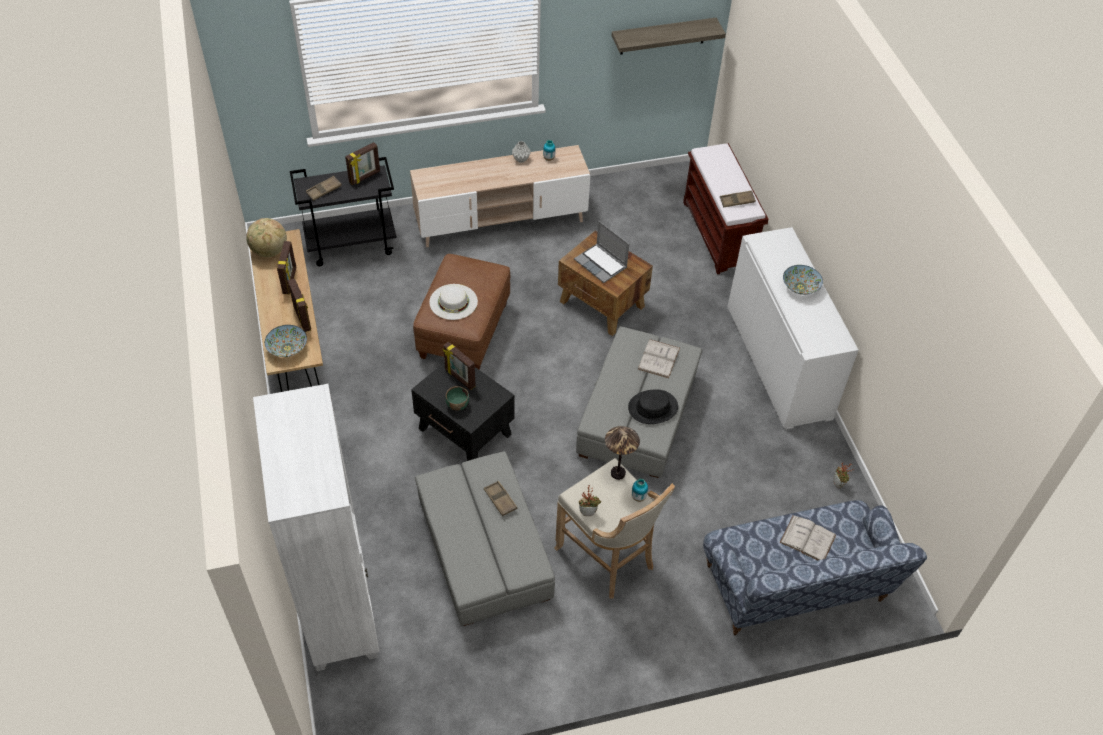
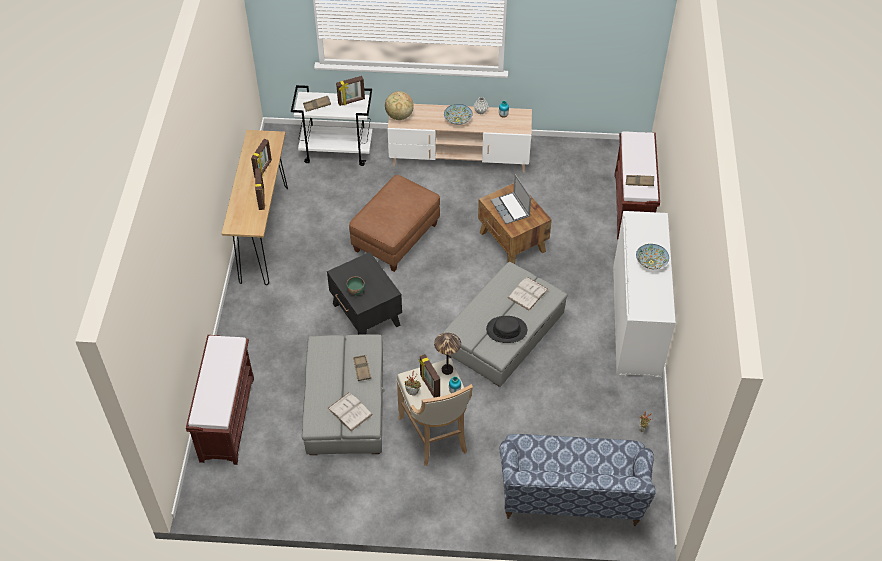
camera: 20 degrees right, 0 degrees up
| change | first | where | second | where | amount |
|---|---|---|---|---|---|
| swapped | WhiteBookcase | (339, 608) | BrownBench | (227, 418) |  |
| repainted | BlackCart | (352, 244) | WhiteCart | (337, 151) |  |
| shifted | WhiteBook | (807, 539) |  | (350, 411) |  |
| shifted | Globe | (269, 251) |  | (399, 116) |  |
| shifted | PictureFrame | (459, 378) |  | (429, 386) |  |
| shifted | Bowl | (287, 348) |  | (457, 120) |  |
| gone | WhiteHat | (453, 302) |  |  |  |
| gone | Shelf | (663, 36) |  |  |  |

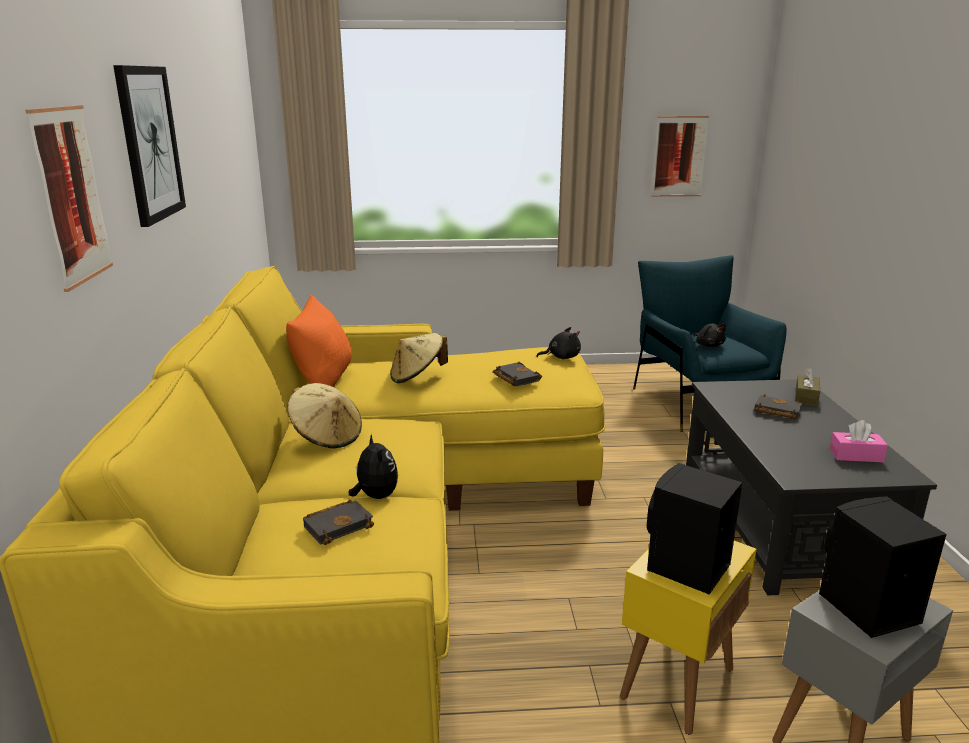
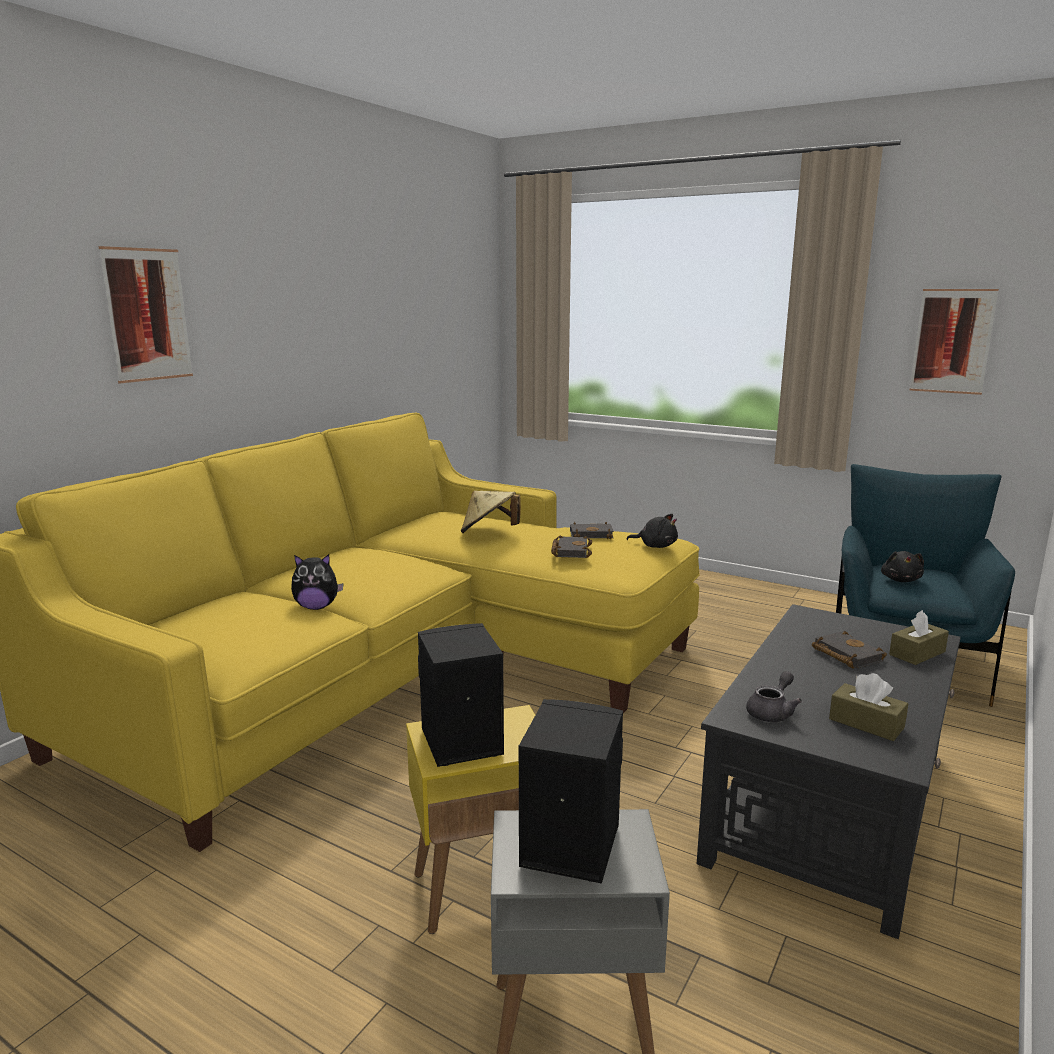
camera: 35 degrees right, 5 degrees down
| change | first | where | second | where | amount |
|---|---|---|---|---|---|
| rotated | PlushToy | (375, 496) |  | (317, 607) | 75 degrees clockwise |
| shifted | BlackBook | (339, 525) |  | (592, 534) |  |
| new |  |  | GreyTeapot | (772, 712) |  |
| repainted | PinkTissueBox | (856, 455) | BrownTissueBox | (866, 723) |  |
| gone | Picture | (149, 143) |  |  |  |
| gone | OrangePillow | (323, 380) |  |  |  |
| gone | BeigeHat | (327, 437) |  |  |  |

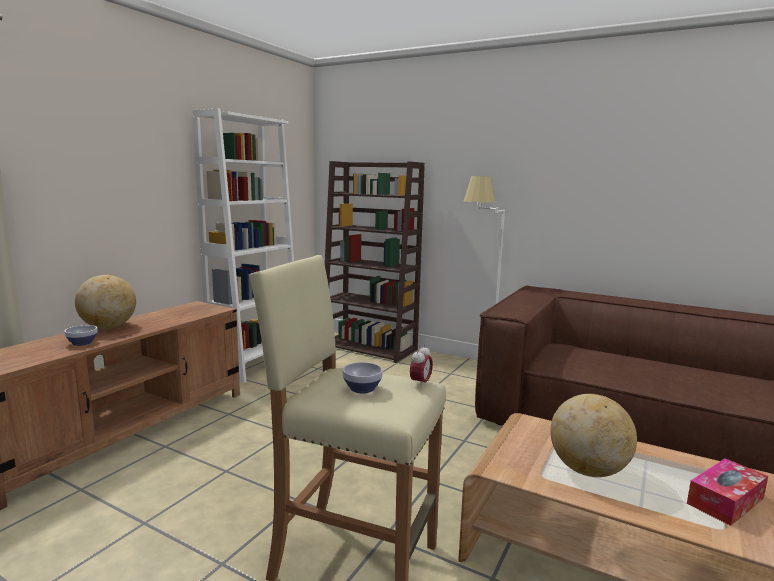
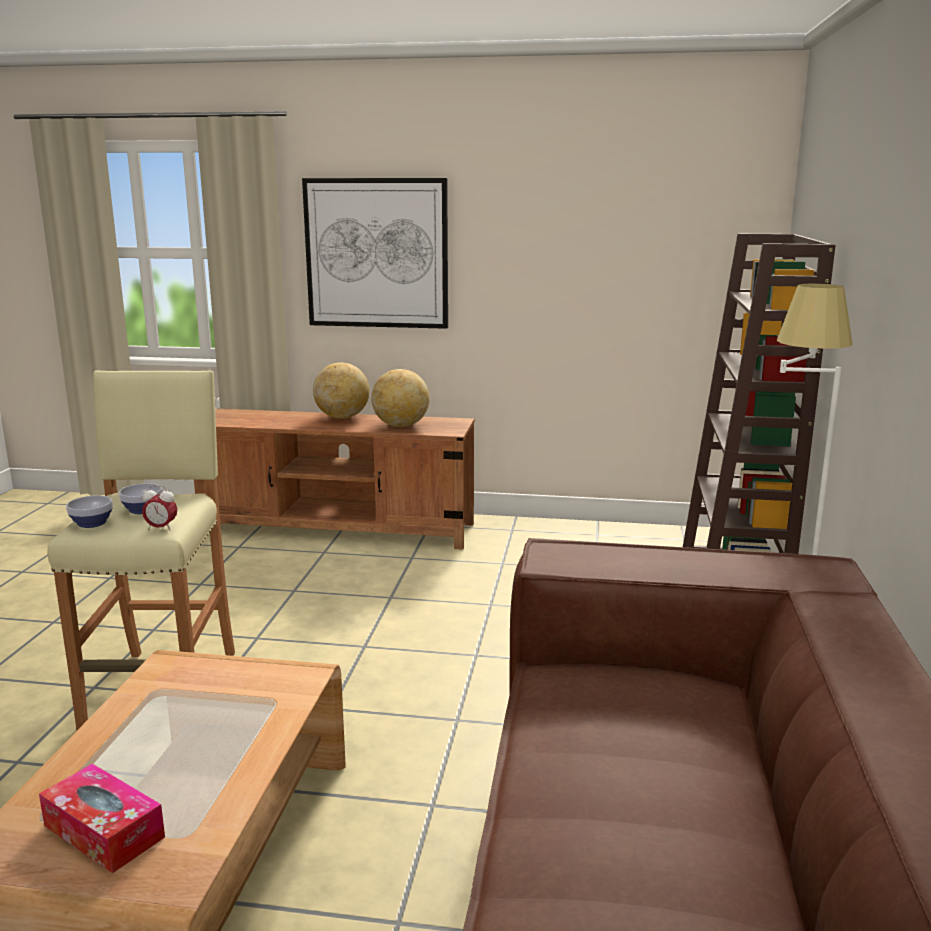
camera: 70 degrees right, 5 degrees up
| change | first | where | second | where | amount |
|---|---|---|---|---|---|
| shifted | Bowl | (81, 343) |  | (92, 523) |  |
| new |  |  | Picture | (376, 253) |  |
| shifted | Globe | (588, 470) |  | (401, 426) |  |
| gone | WhiteBookcase | (256, 364) |  |  |  |

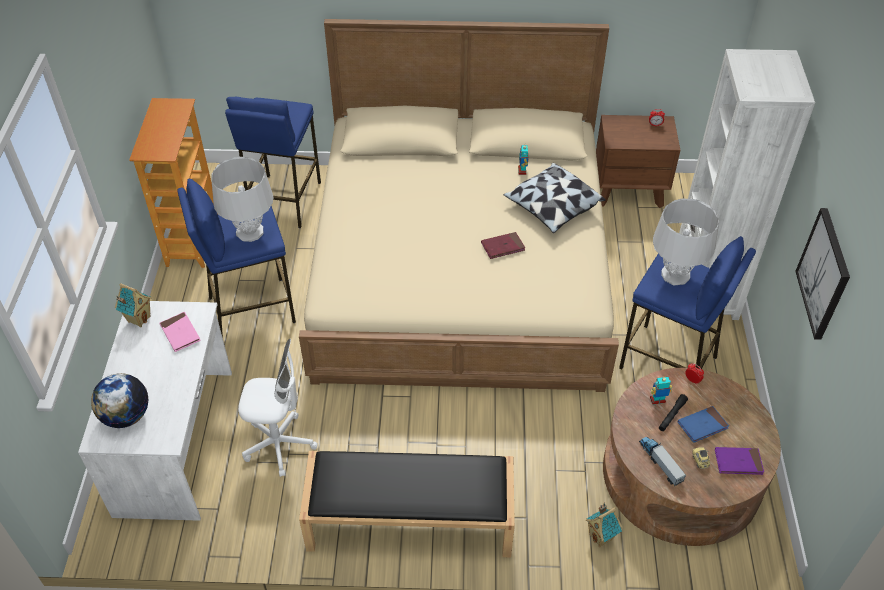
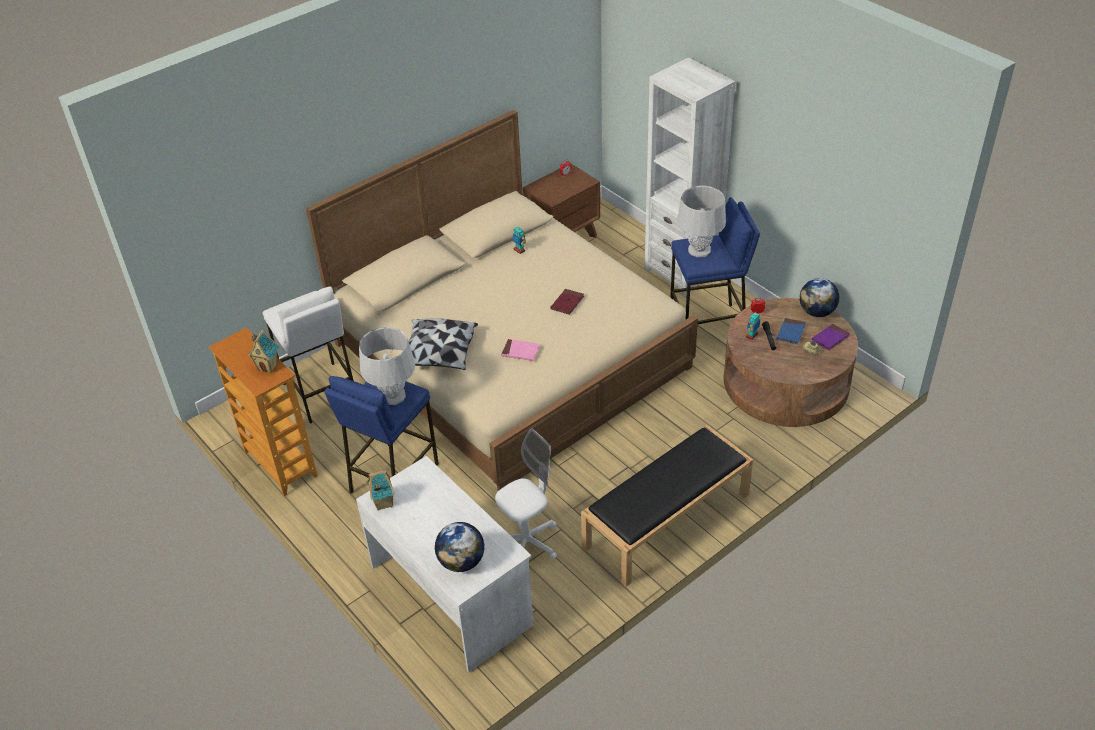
camera: 40 degrees left, 5 degrees down
| change | first | where | second | where | amount |
|---|---|---|---|---|---|
| shifted | ToyHouse | (601, 537) |  | (268, 367) |  |
| repainted | BlueStool | (284, 201) | WhiteStool | (321, 393) |  |
| shifted | Pillow | (552, 207) |  | (440, 354) |  |
| shifted | PinkBook | (180, 333) |  | (520, 351) |  |
| new |  |  | Globe | (816, 312) |  |
| gone | ToyTruck | (660, 463) |  |  |  |
| gone | Picture | (824, 274) |  |  |  |

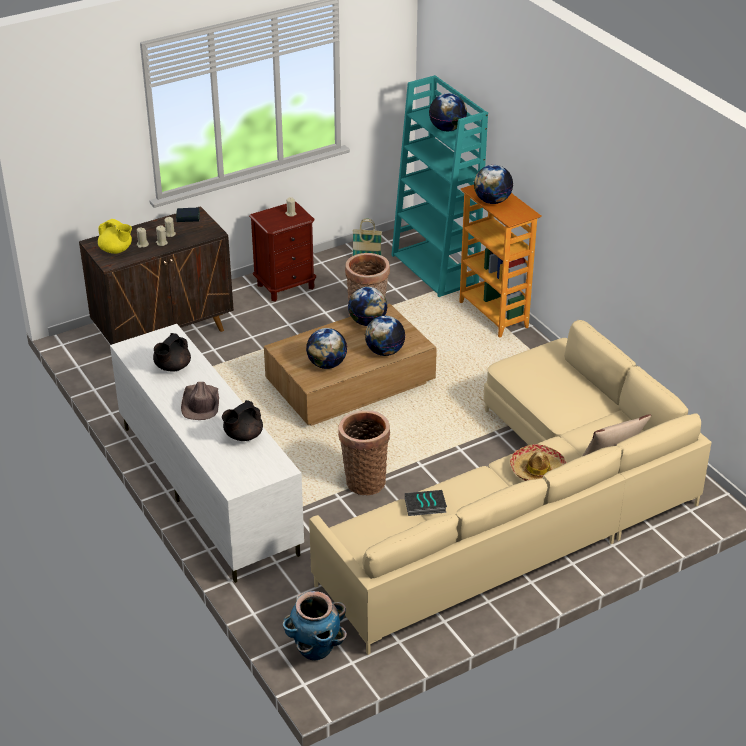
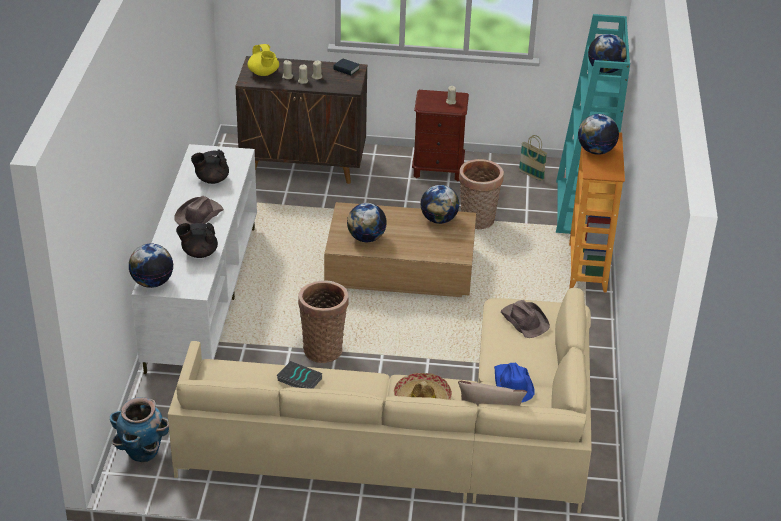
camera: 35 degrees right, 0 degrees up
| change | first | where | second | where | amount |
|---|---|---|---|---|---|
| shifted | Globe | (384, 351) |  | (152, 282) |  |
| new |  |  | BlueHat | (512, 385) |  |
| new |  |  | BrownHat | (524, 320) |  |

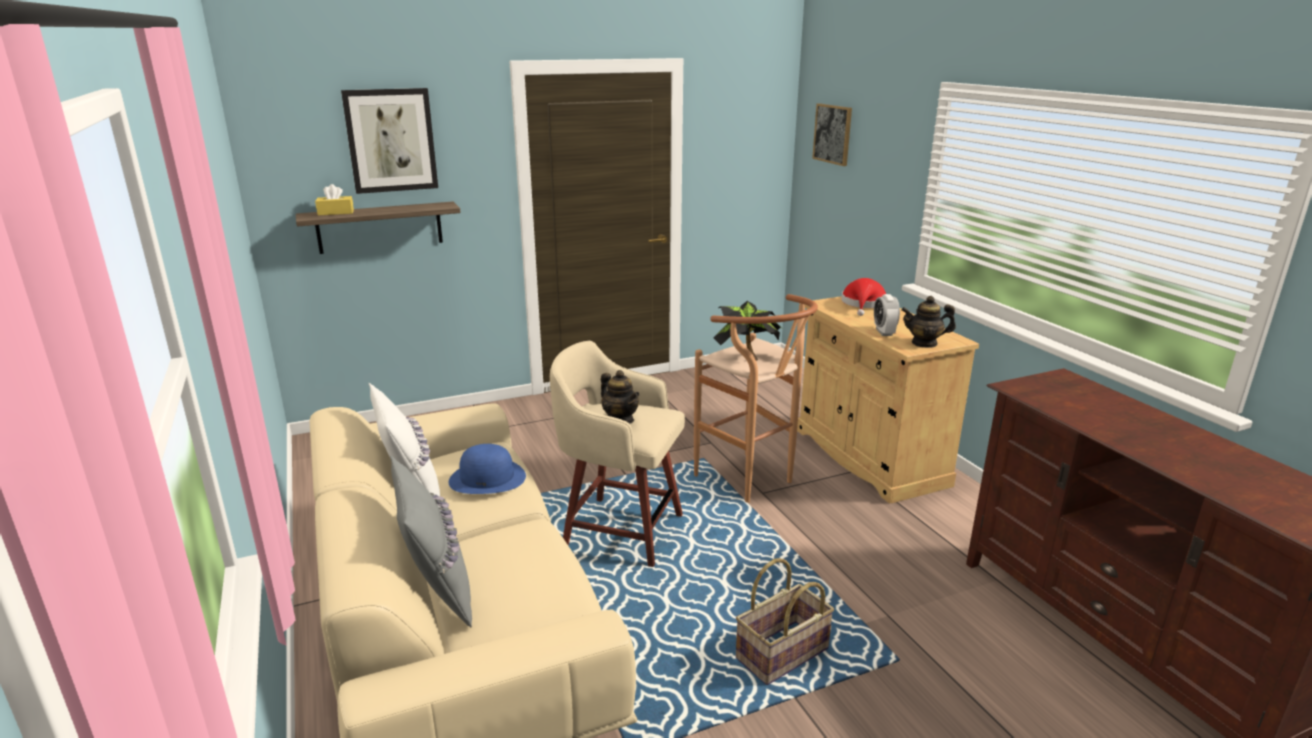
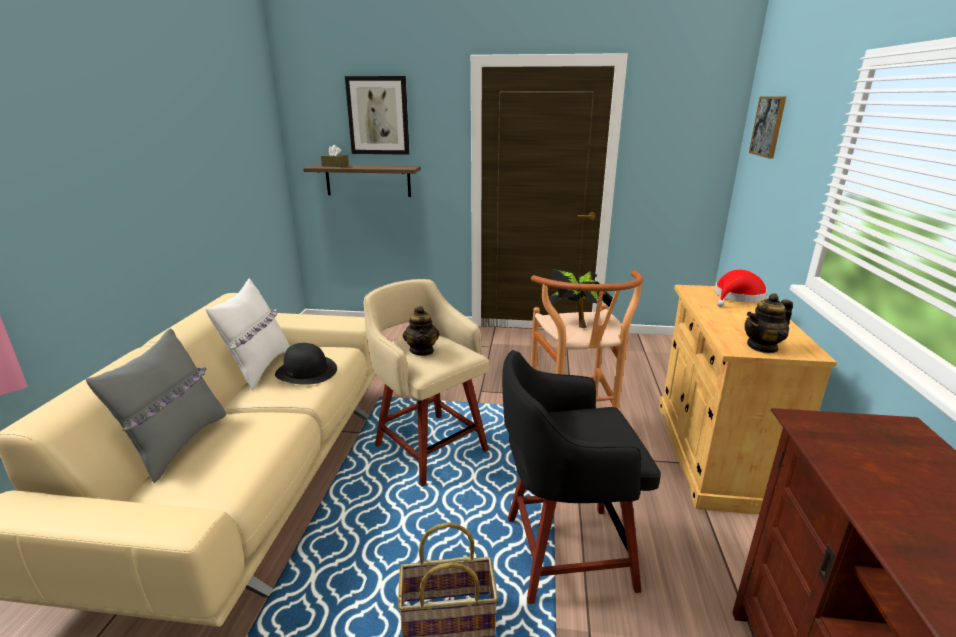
camera: 30 degrees right, 0 degrees up
| change | first | where | second | where | amount |
|---|---|---|---|---|---|
| repainted | BlueHat | (487, 478) | BlackHat | (306, 371) |  |
| repainted | YellowTissueBox | (336, 212) | BrownTissueBox | (335, 166) |  |
| new |  |  | BlackStool | (563, 552) |  |
| rotated | Teapot | (924, 343) |  | (762, 347) | 60 degrees counterclockwise |
| gone | AlarmClock | (884, 332) |  |  |  |

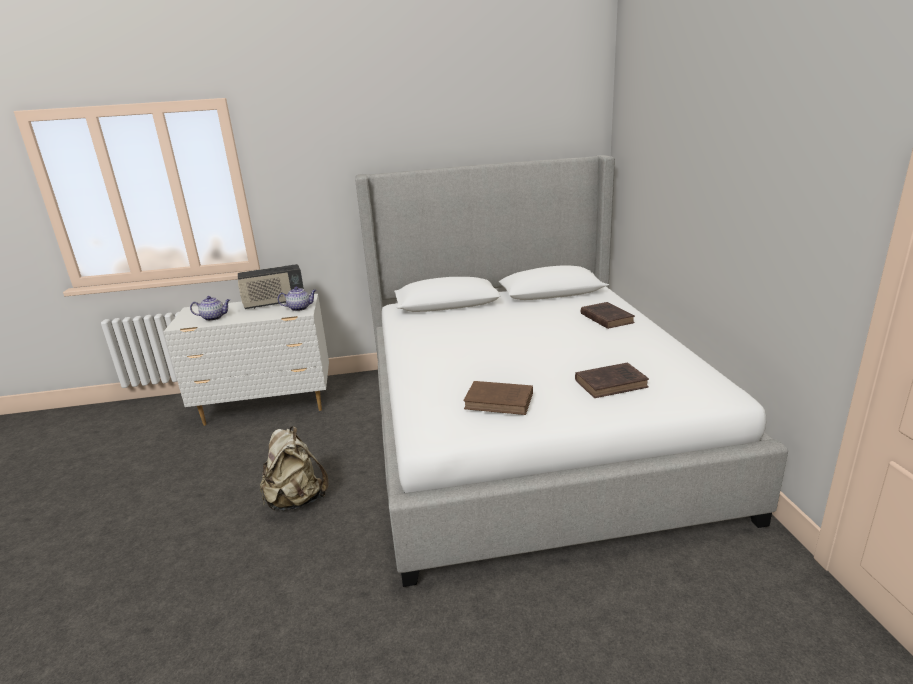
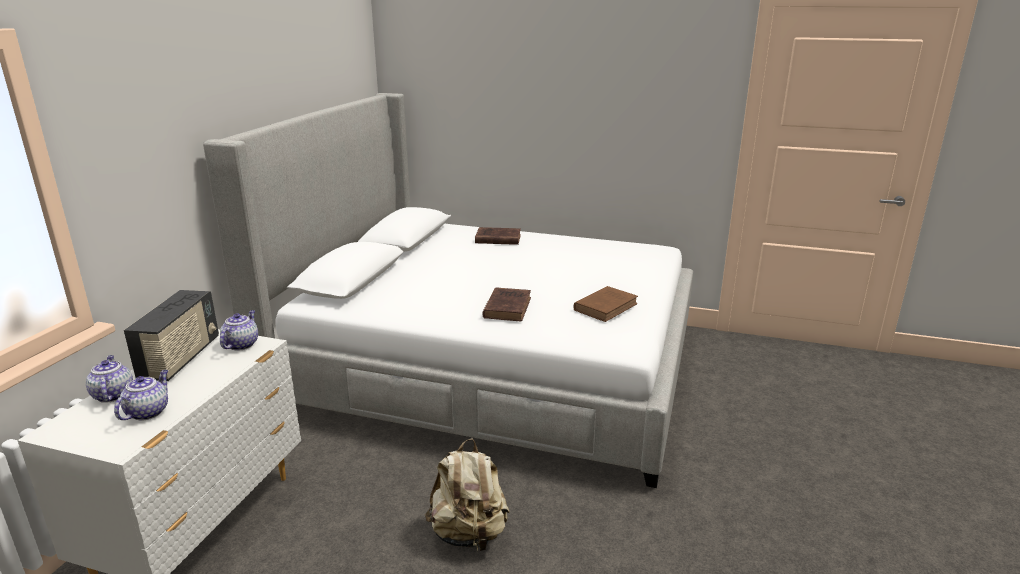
camera: 65 degrees left, 0 degrees up
| change | first | where | second | where | amount |
|---|---|---|---|---|---|
| new |  |  | Teapot | (112, 395) |  |
| shifted | BrownBook | (612, 383) |  | (507, 307) |  |

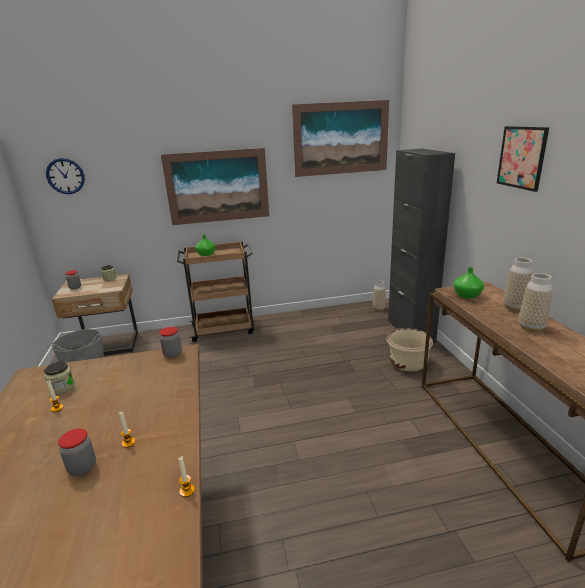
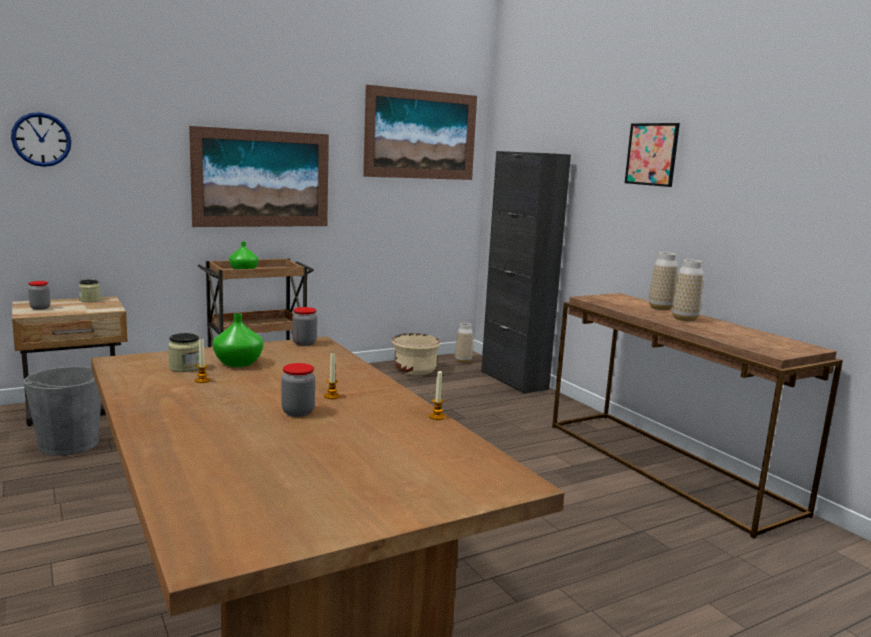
camera: 20 degrees left, 10 degrees down
| change | first | where | second | where | amount |
|---|---|---|---|---|---|
| shifted | GreenVase | (466, 295) |  | (237, 363) |  |
| shifted | BeigePlanter | (407, 363) |  | (415, 370) |  |

